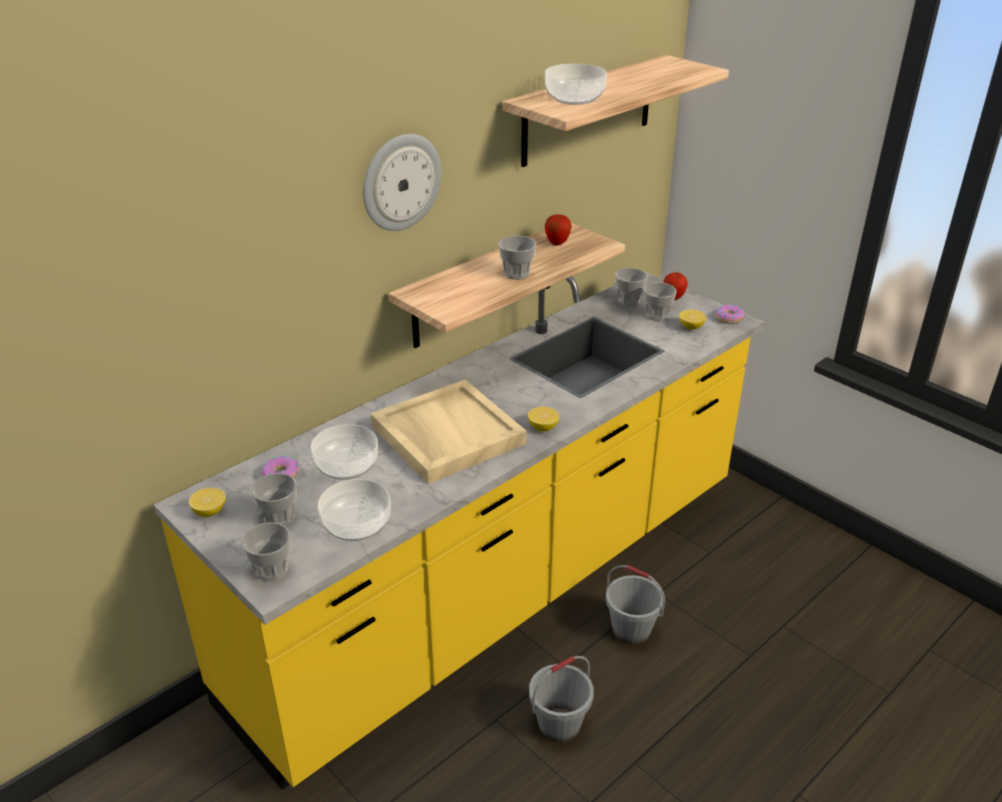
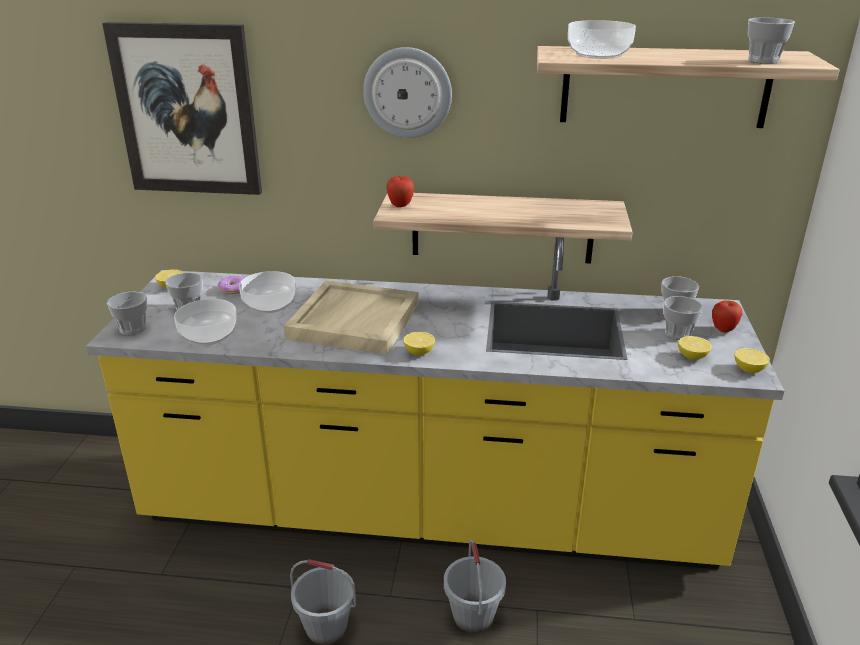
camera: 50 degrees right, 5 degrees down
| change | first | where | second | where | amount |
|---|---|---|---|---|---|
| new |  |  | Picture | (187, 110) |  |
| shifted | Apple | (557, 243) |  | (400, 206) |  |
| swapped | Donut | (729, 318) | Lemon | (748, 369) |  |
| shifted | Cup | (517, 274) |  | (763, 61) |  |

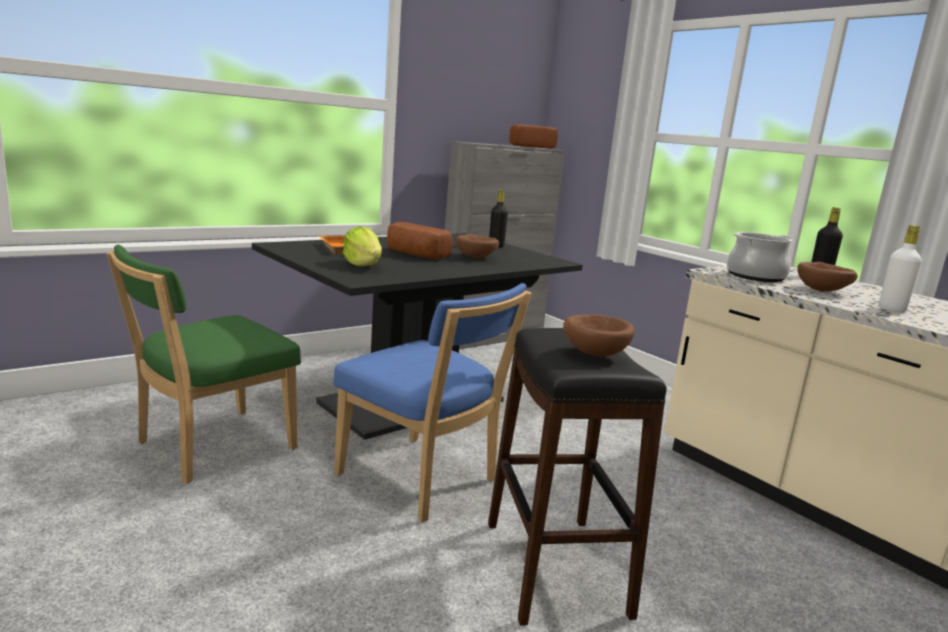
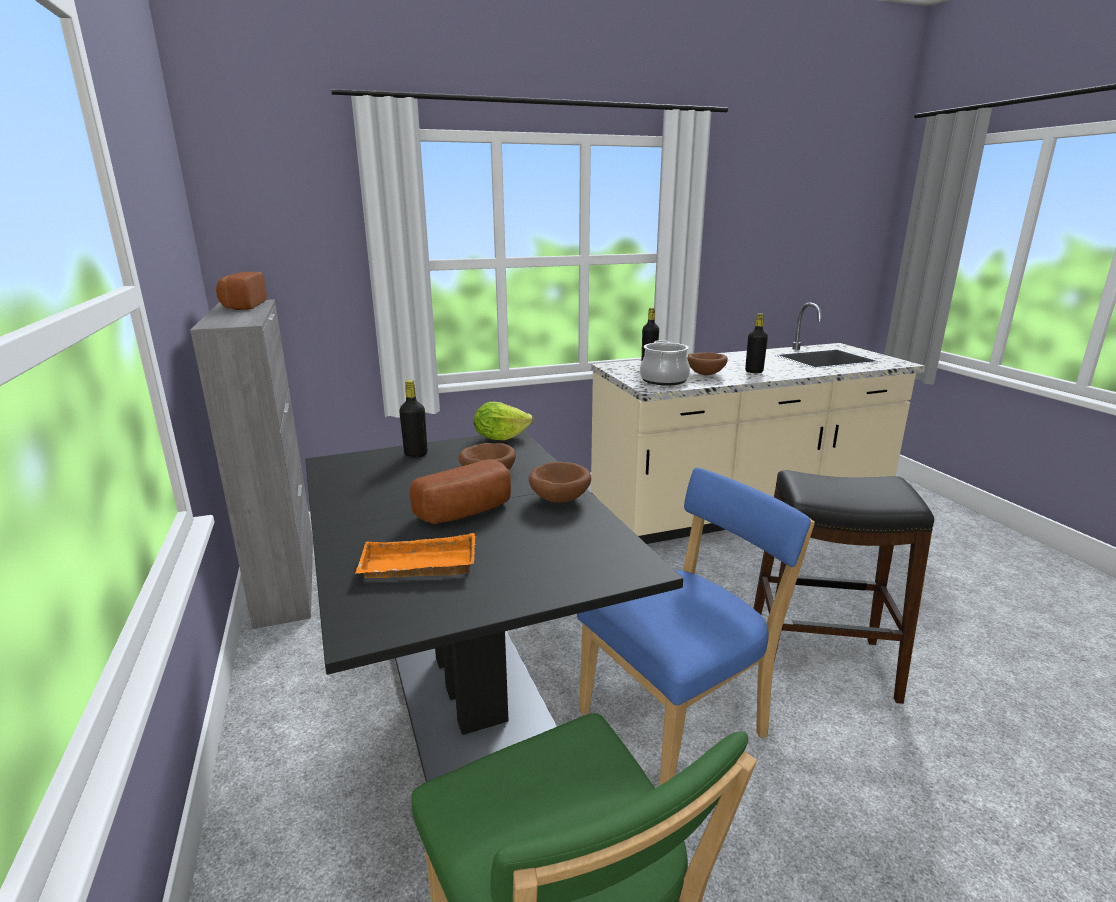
camera: 70 degrees left, 5 degrees up
| change | first | where | second | where | amount |
|---|---|---|---|---|---|
| shifted | Lettuce | (363, 265) |  | (500, 438) |  |
| shifted | BrownBowl | (595, 353) |  | (558, 498) |  |
| repainted | WhiteBottle | (891, 309) | BlackBottle | (754, 371) |  |

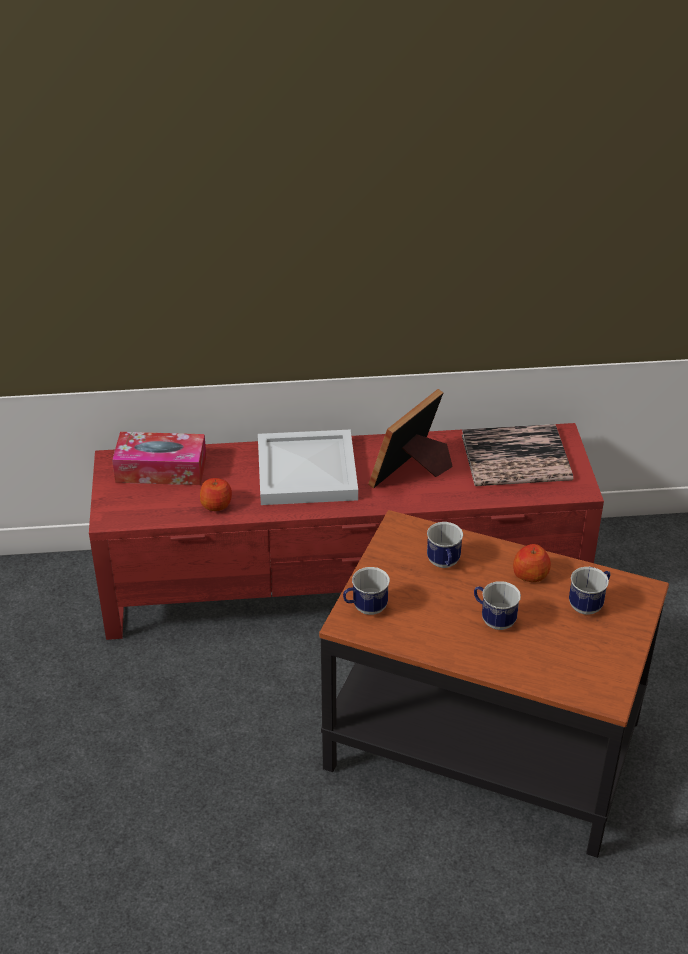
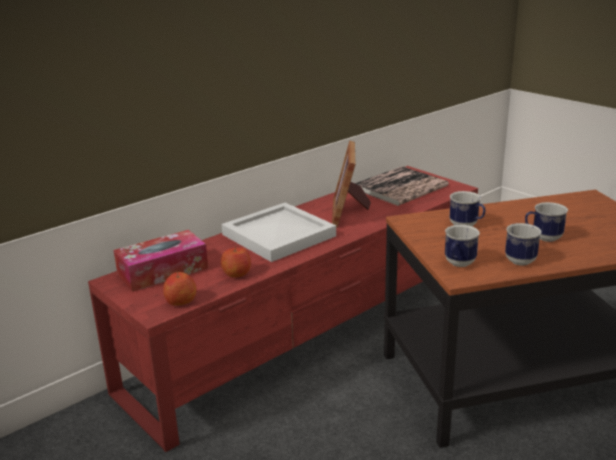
camera: 35 degrees left, 15 degrees down
| change | first | where | second | where | amount |
|---|---|---|---|---|---|
| shifted | Apple | (530, 574) |  | (181, 301) |  |
| shifted | Mug | (589, 604) |  | (520, 258) |  |

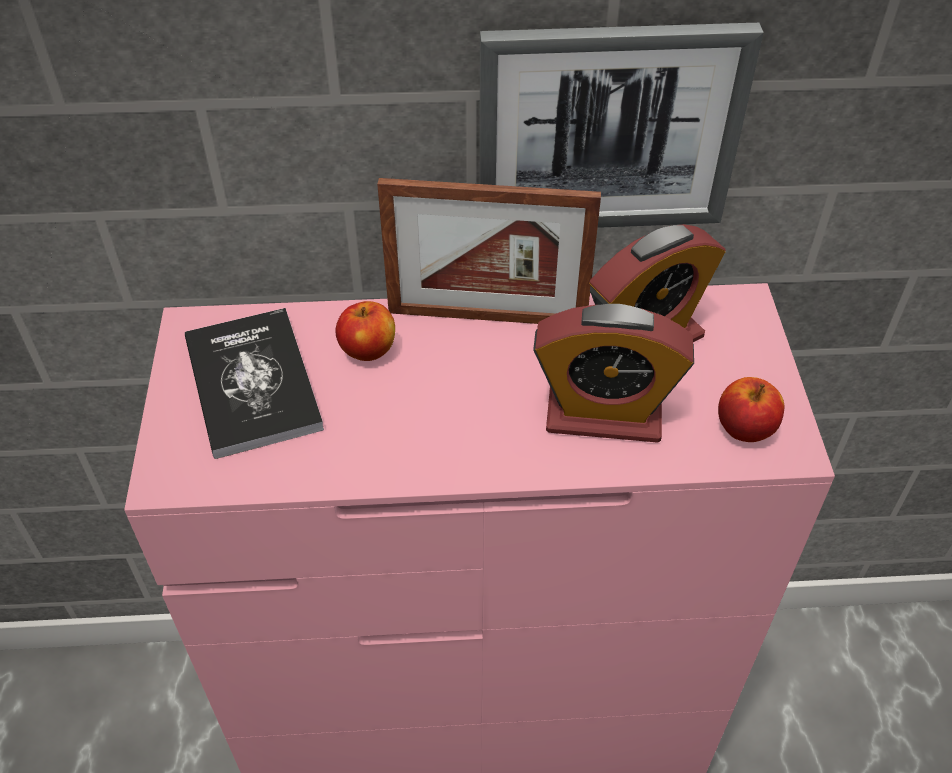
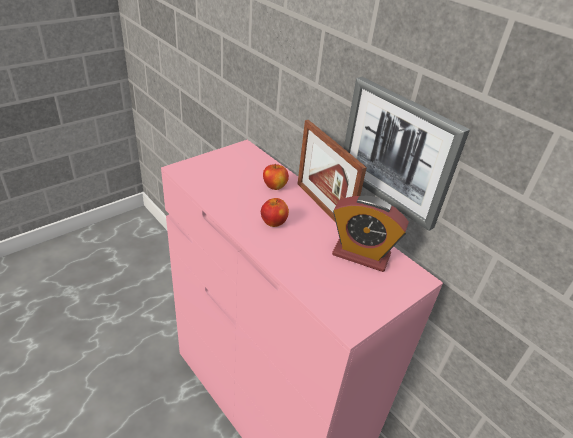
camera: 50 degrees right, 10 degrees down
| change | first | where | second | where | amount |
|---|---|---|---|---|---|
| shifted | Apple | (744, 429) |  | (273, 222) |  |
| gone | Book | (252, 383) |  |  |  |
| gone | AlarmClock | (603, 415) |  |  |  |

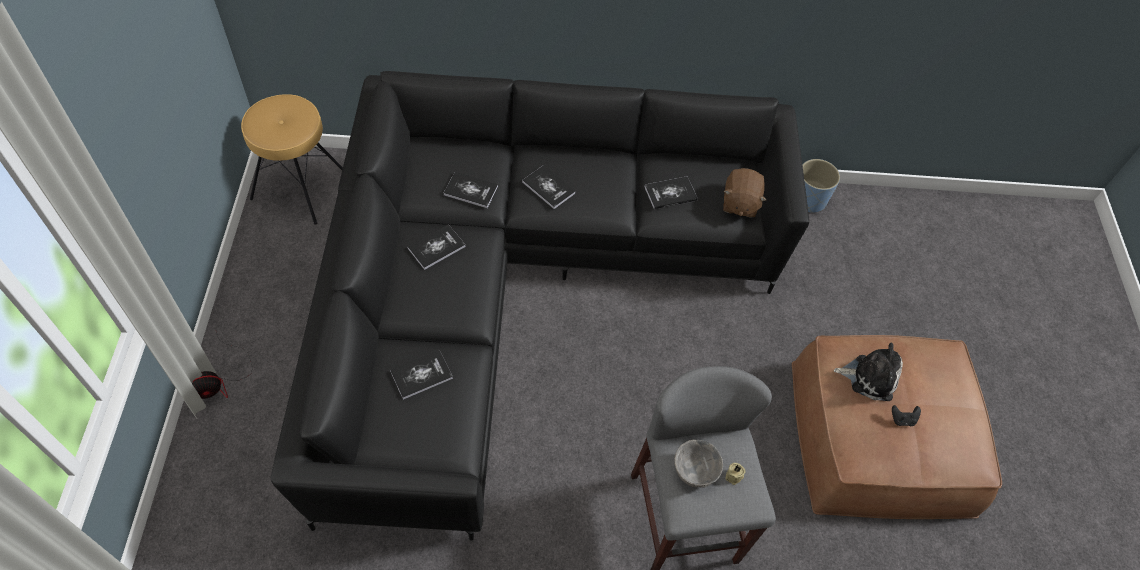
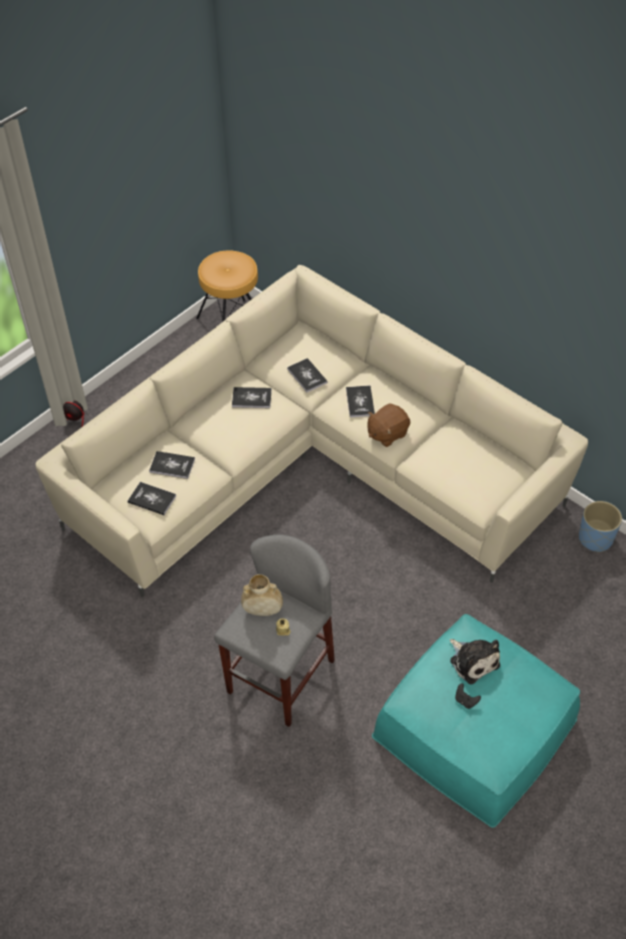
camera: 45 degrees right, 5 degrees down
| change | first | where | second | where | amount |
|---|---|---|---|---|---|
| repainted | BlackSofa | (514, 285) | BeigeSofa | (310, 466) |  |
| shifted | Book | (670, 193) |  | (152, 499) |  |
| swapped | GreyBowl | (694, 470) | BeigeVase | (262, 610) |  |
| shifted | BrownPlushToy | (739, 203) |  | (387, 433) |  |
| repainted | BrownOttoman | (880, 436) | TurquoiseOttoman | (475, 726) |  |

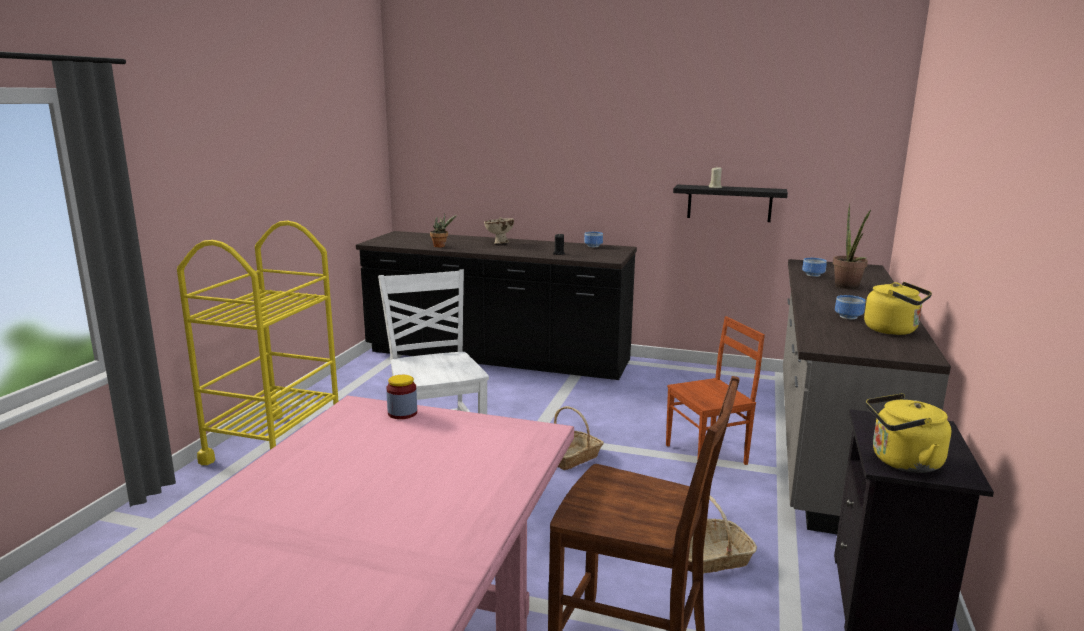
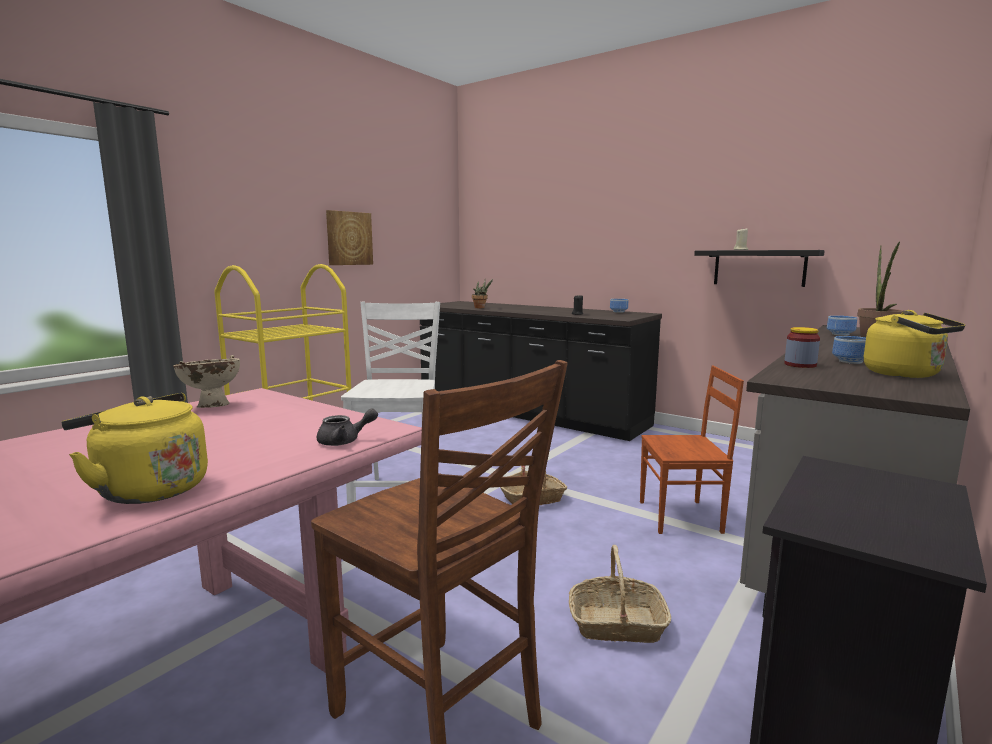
camera: 20 degrees right, 5 degrees down
| change | first | where | second | where | amount |
|---|---|---|---|---|---|
| shifted | YellowKettle | (902, 462) |  | (148, 489) |  |
| shifted | BeigeBowl | (499, 243) |  | (211, 406) |  |
| new |  |  | GreyTeapot | (344, 441) |  |
| new |  |  | Picture | (349, 238) |  |
| shifted | Jar | (402, 413) |  | (800, 365) |  |

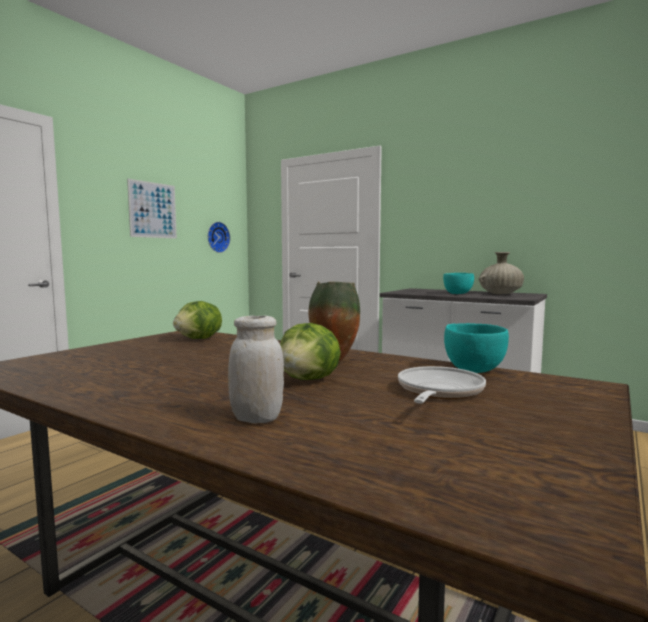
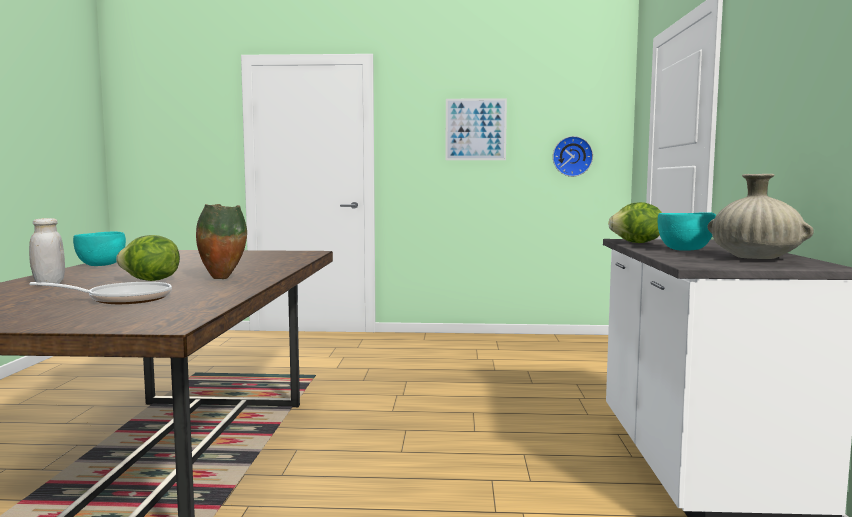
camera: 60 degrees right, 0 degrees up
| change | first | where | second | where | amount |
|---|---|---|---|---|---|
| shifted | TurquoiseBowl | (473, 370) |  | (101, 265) |  |
| shifted | Lettuce | (199, 339) |  | (637, 243) |  |

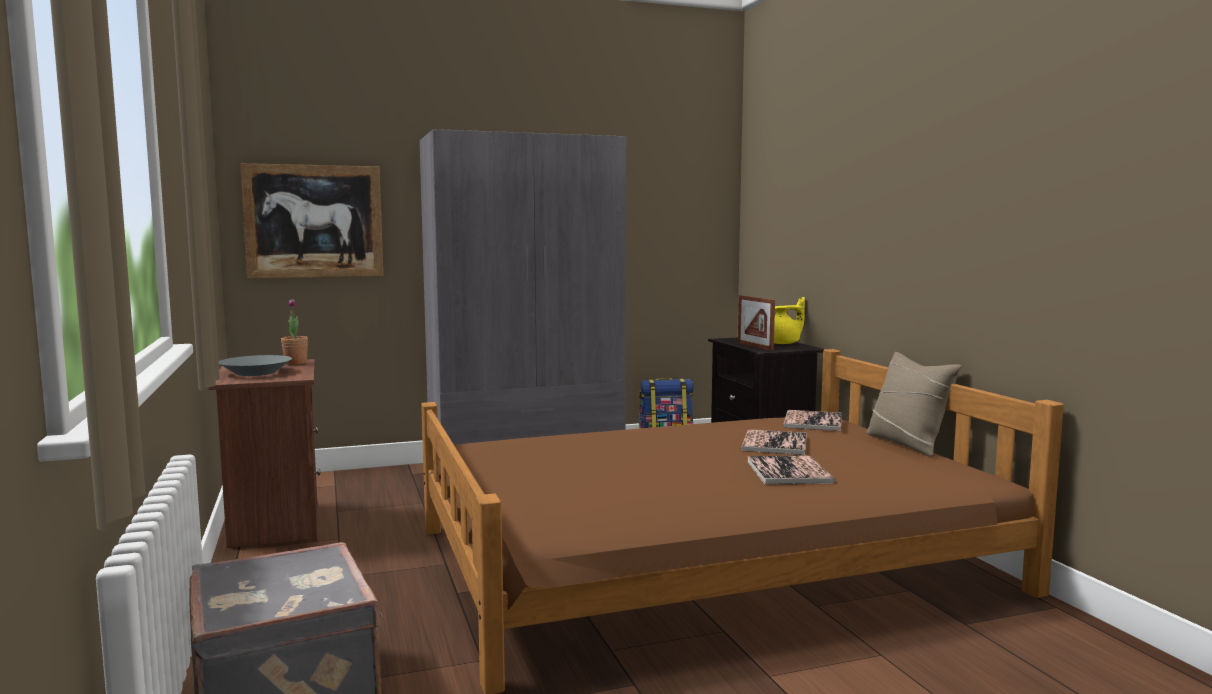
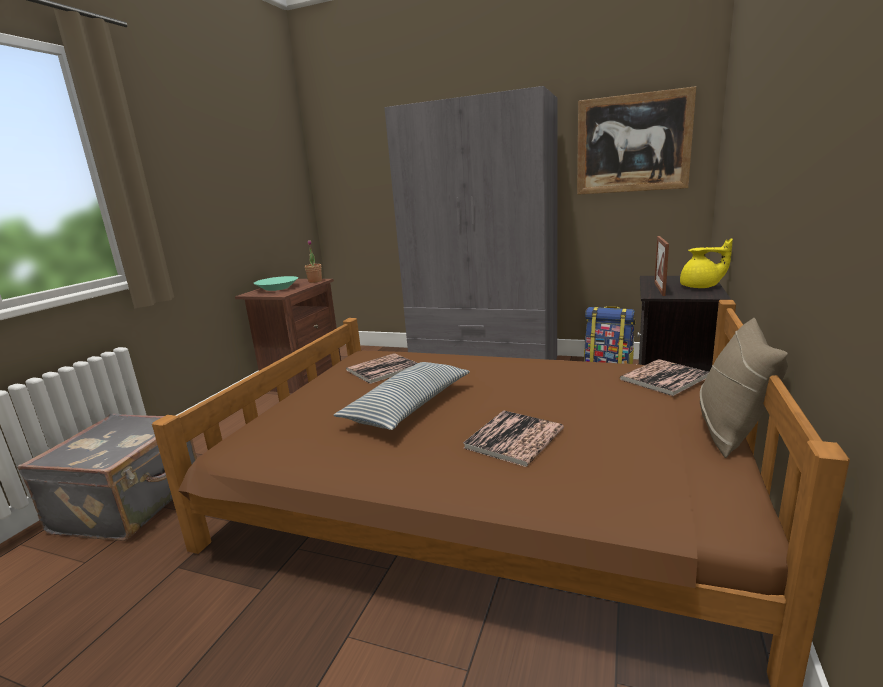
camera: 40 degrees right, 10 degrees up
| change | first | where | second | where | amount |
|---|---|---|---|---|---|
| repainted | GreyBowl | (255, 373) | TurquoiseBowl | (277, 288) |  |
| new |  |  | Pillow | (408, 407) |  |
| shifted | Book | (774, 444) |  | (383, 369) |  |
| shifted | Picture | (314, 221) |  | (632, 144) |  |

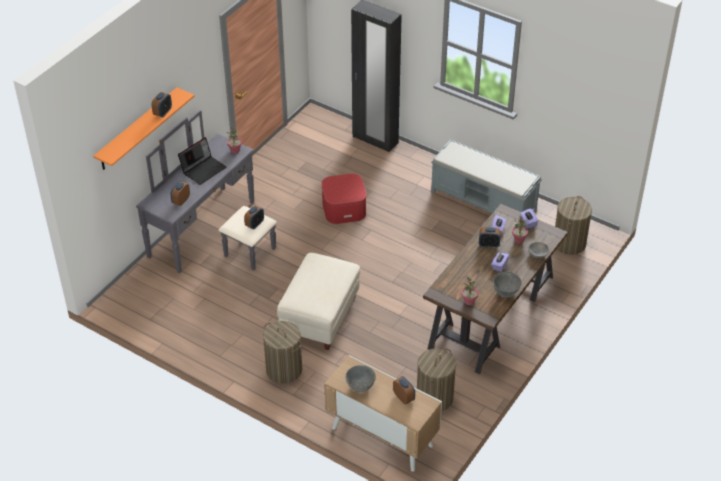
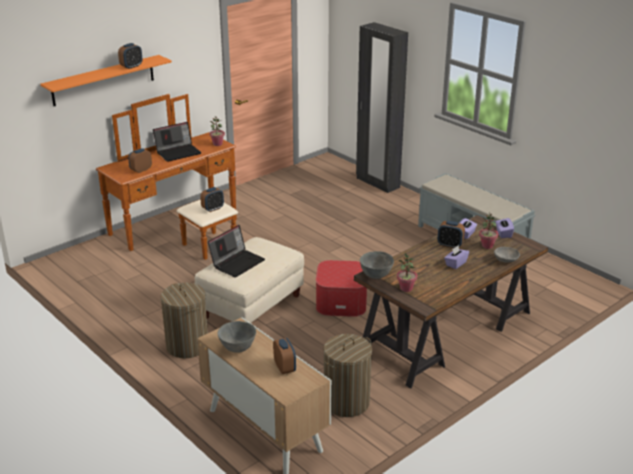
camera: 15 degrees right, 15 degrees down
| change | first | where | second | where | amount |
|---|---|---|---|---|---|
| repainted | GreyDresser | (213, 234) | BrownDresser | (182, 227) |  |
| new |  |  | Laptop | (237, 262) |  |
| shifted | Ottoman | (344, 208) |  | (341, 301) |  |
| shifted | GreyBowl | (505, 292) |  | (375, 275) |  |
| gone | LaundryBasket | (569, 243) |  |  |  |

